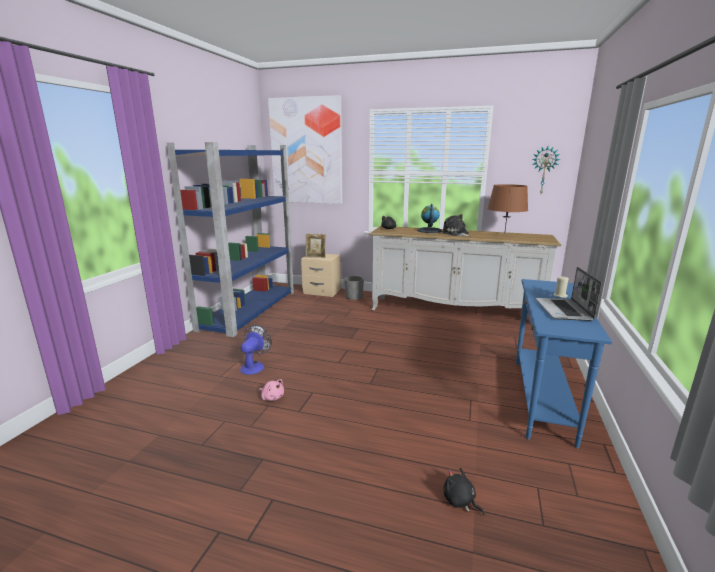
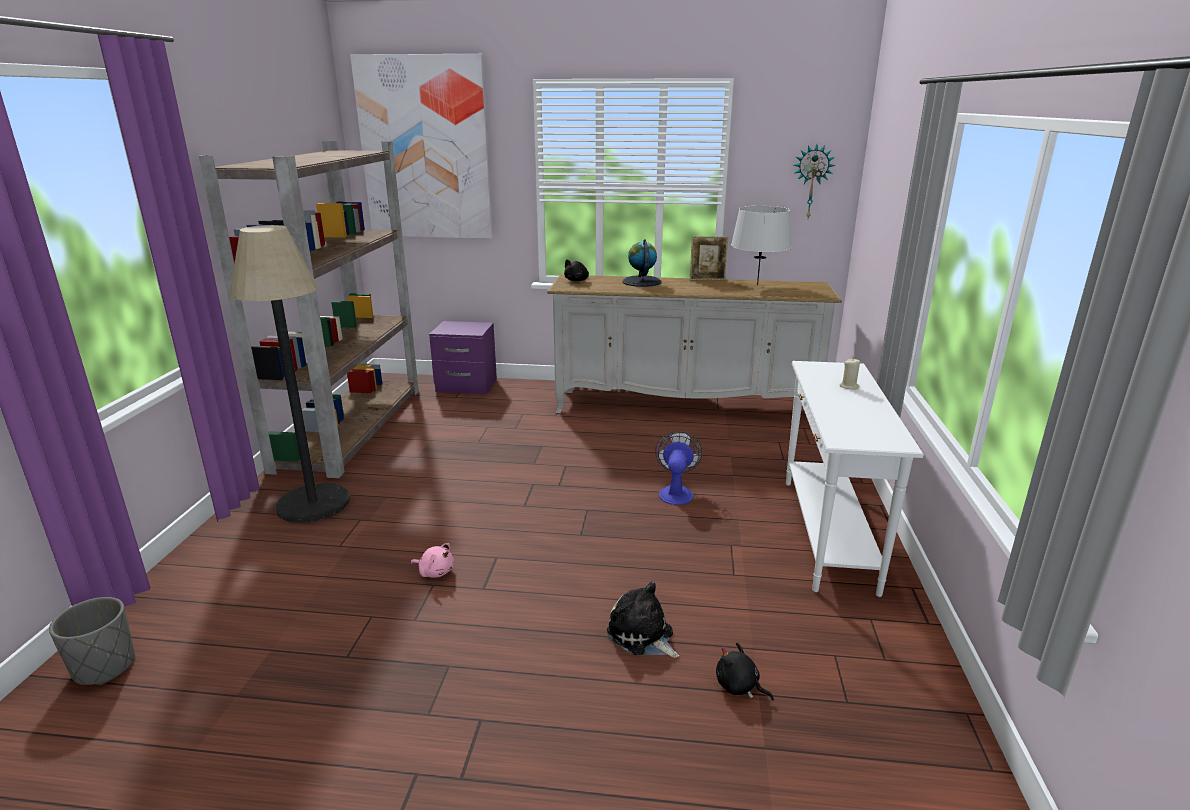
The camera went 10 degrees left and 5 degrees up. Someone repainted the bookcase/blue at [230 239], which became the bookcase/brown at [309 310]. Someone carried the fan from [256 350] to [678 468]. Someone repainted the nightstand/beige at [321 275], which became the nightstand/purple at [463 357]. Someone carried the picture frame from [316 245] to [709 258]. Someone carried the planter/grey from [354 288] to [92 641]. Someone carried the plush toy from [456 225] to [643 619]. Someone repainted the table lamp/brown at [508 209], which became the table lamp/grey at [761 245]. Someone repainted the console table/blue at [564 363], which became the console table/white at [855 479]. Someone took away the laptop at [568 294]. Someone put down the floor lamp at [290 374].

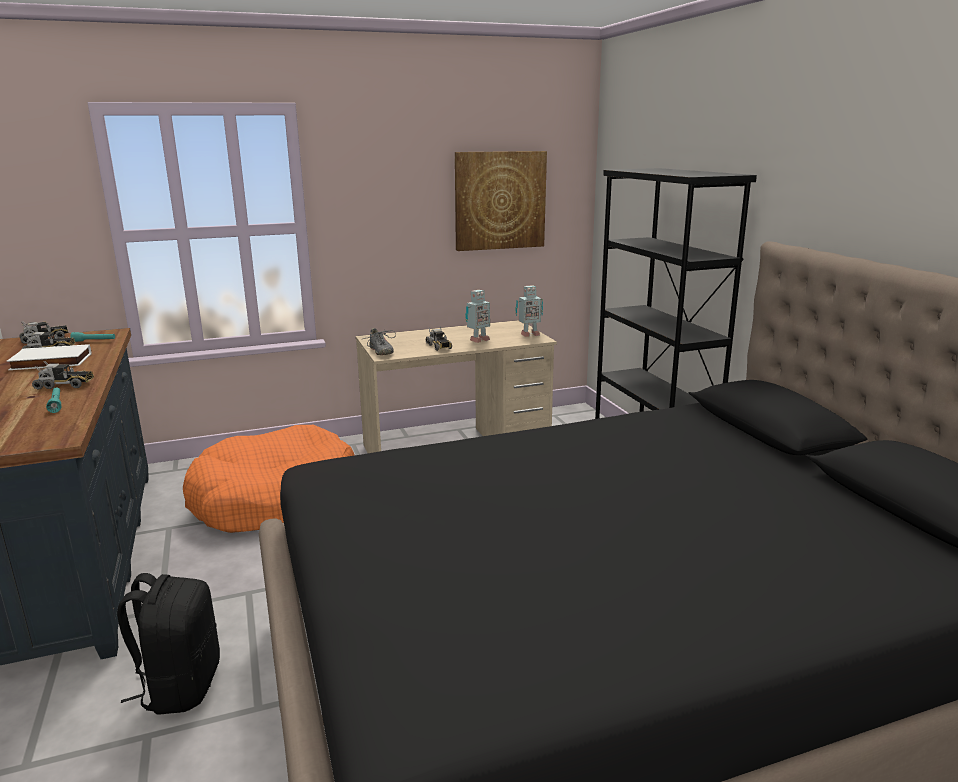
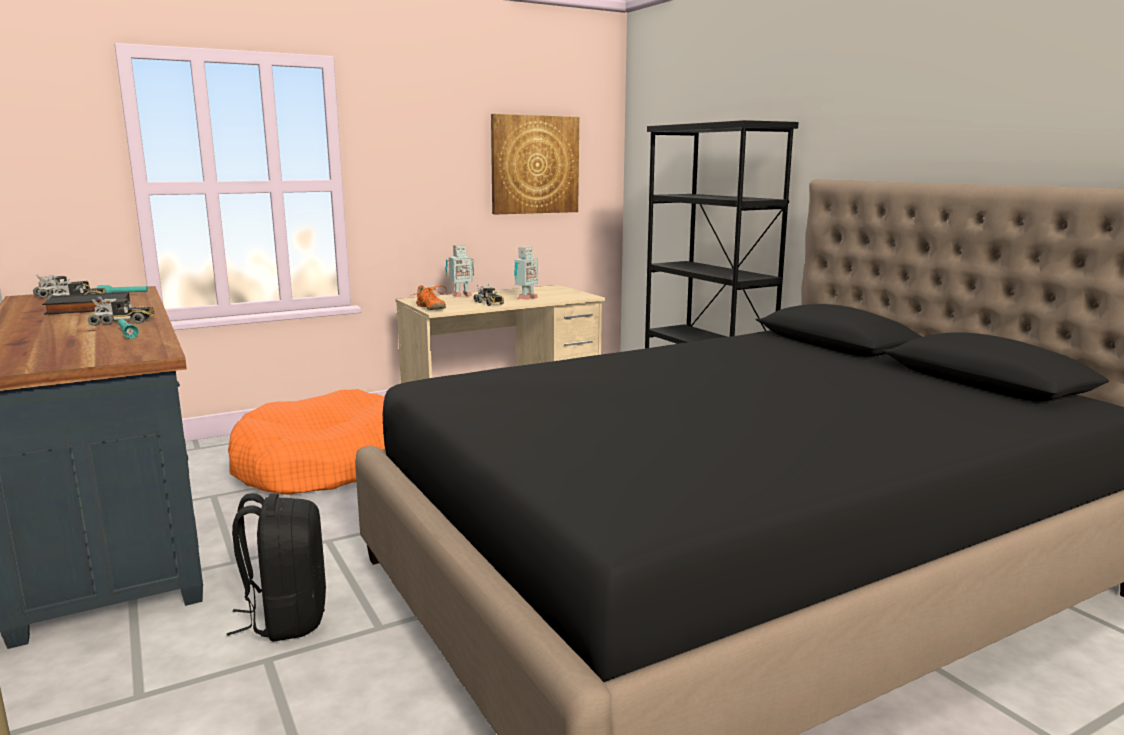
The camera went 10 degrees left and 5 degrees down. Someone repainted the book/white at [49 357], which became the book/black at [86 303]. Someone repainted the shoe/grey at [378 341], which became the shoe/orange at [428 297]. Someone carried the toy robot from [529 311] to [459 271].

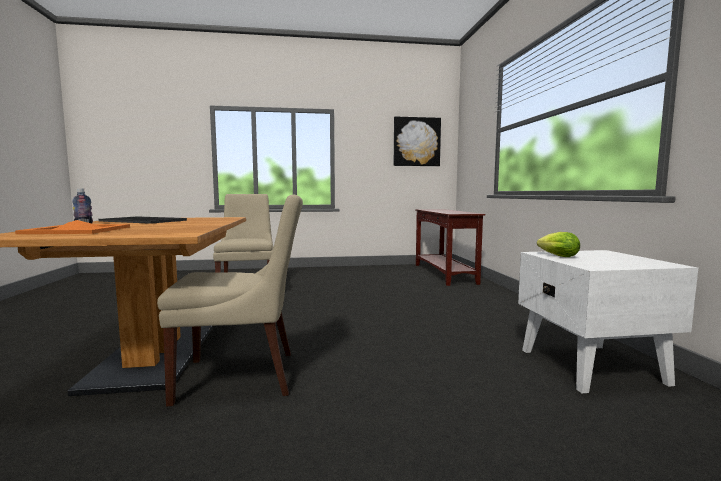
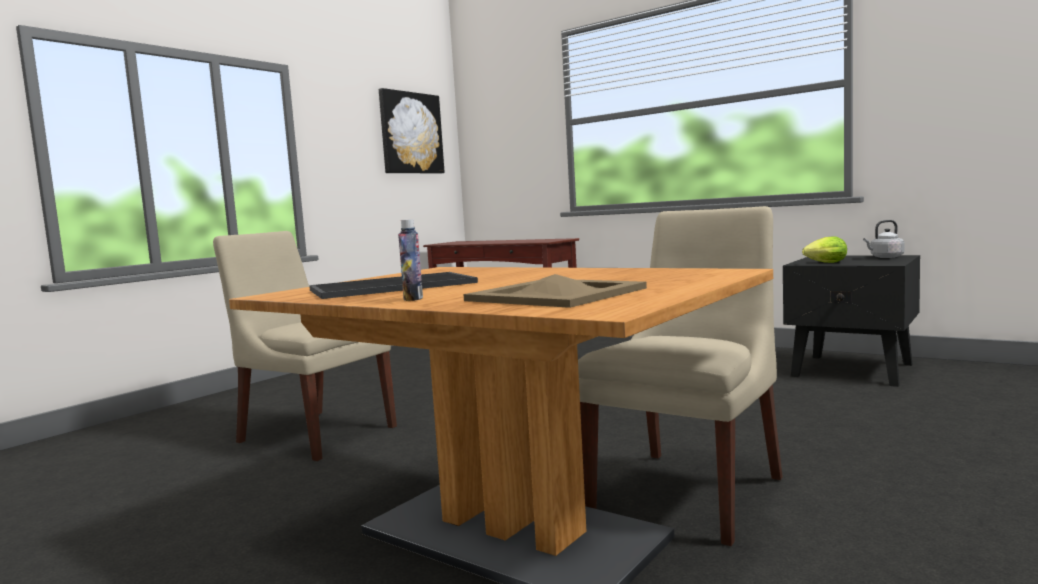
The camera went 45 degrees left and 0 degrees up. Someone repainted the tray/orange at [72 227], which became the tray/beige at [555 291]. Someone repainted the nightstand/white at [608 321], which became the nightstand/black at [851 321]. Someone put down the kettle/grey at [884 239].

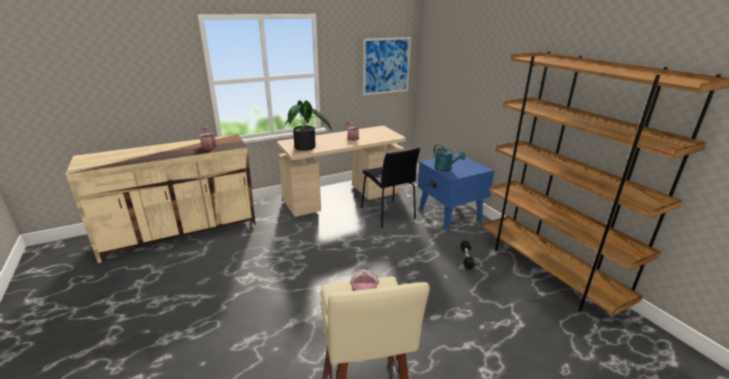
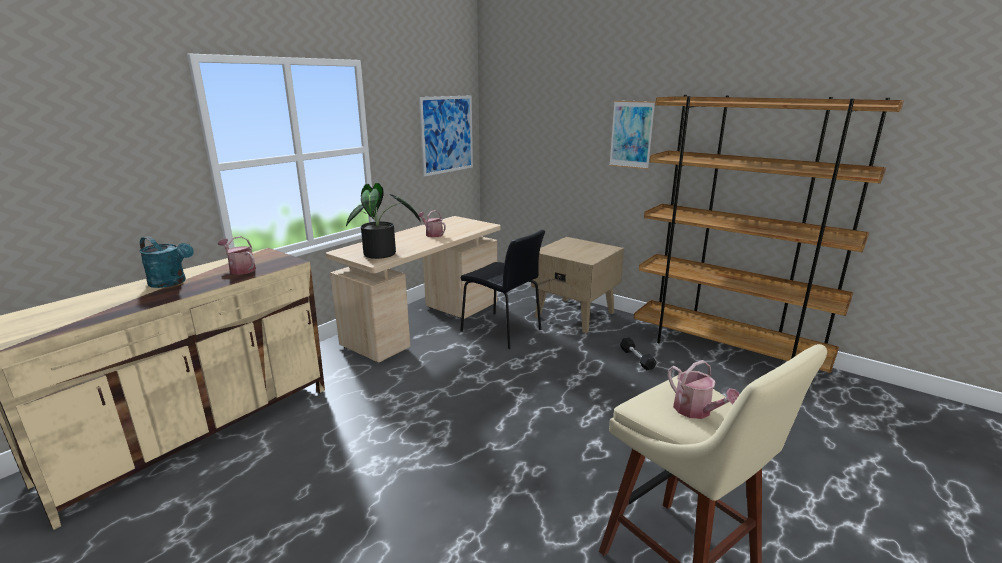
The camera went 25 degrees left and 5 degrees down. Someone repainted the nightstand/blue at [456 192], which became the nightstand/beige at [577 285]. Someone carried the watering can/turquoise from [449 157] to [166 262]. Someone put up the picture at [632 134].

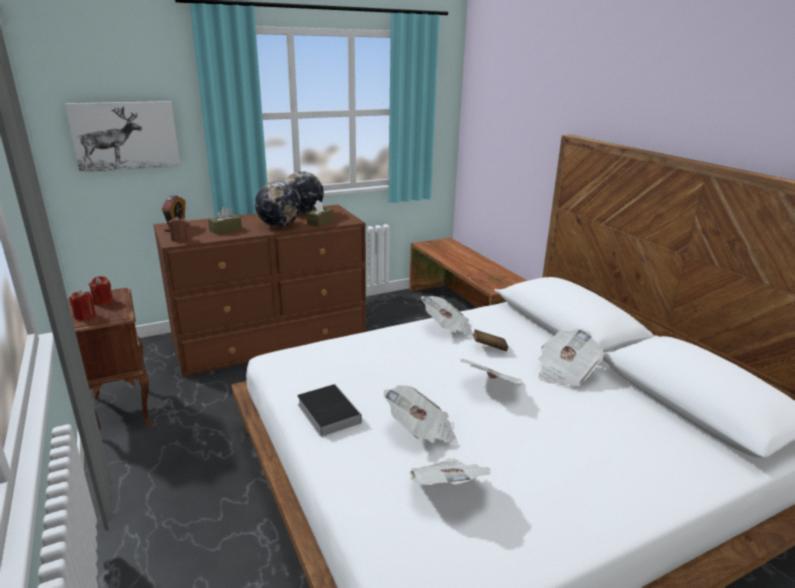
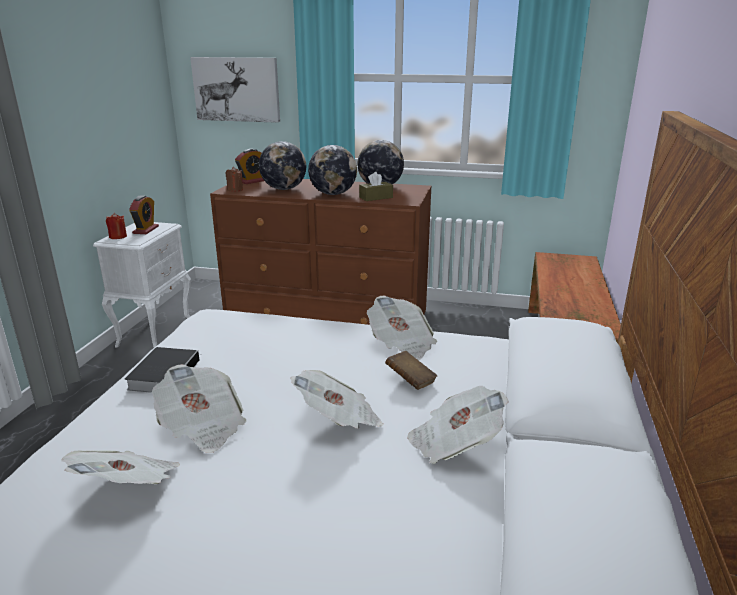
The camera went 40 degrees right and 0 degrees up. Someone repainted the nightstand/brown at [110 359], which became the nightstand/white at [142 285]. Someone swapped the candle/red at [101 291] for the alarm clock at [144 214]. Someone swapped the tissue box/brown at [225 220] for the globe at [282 165].

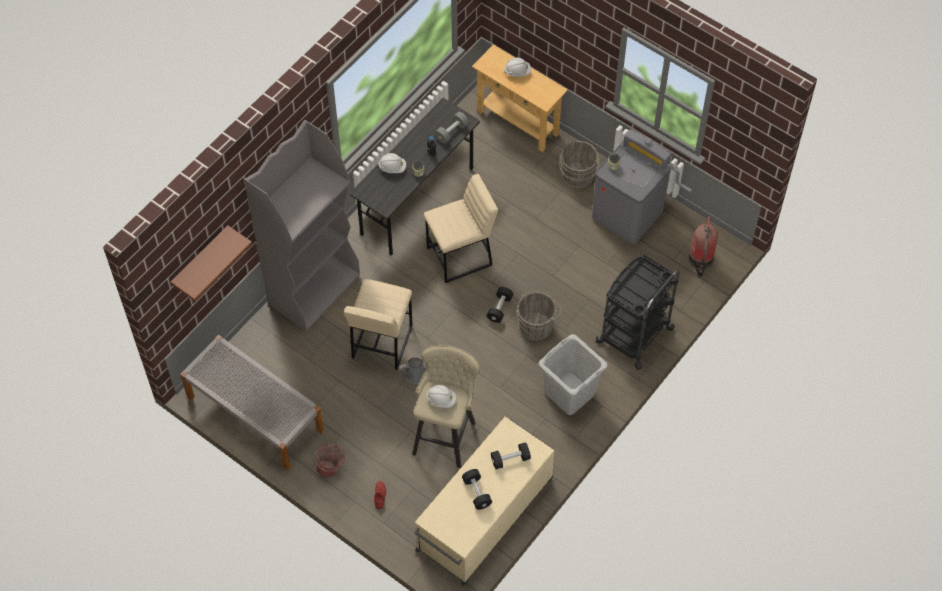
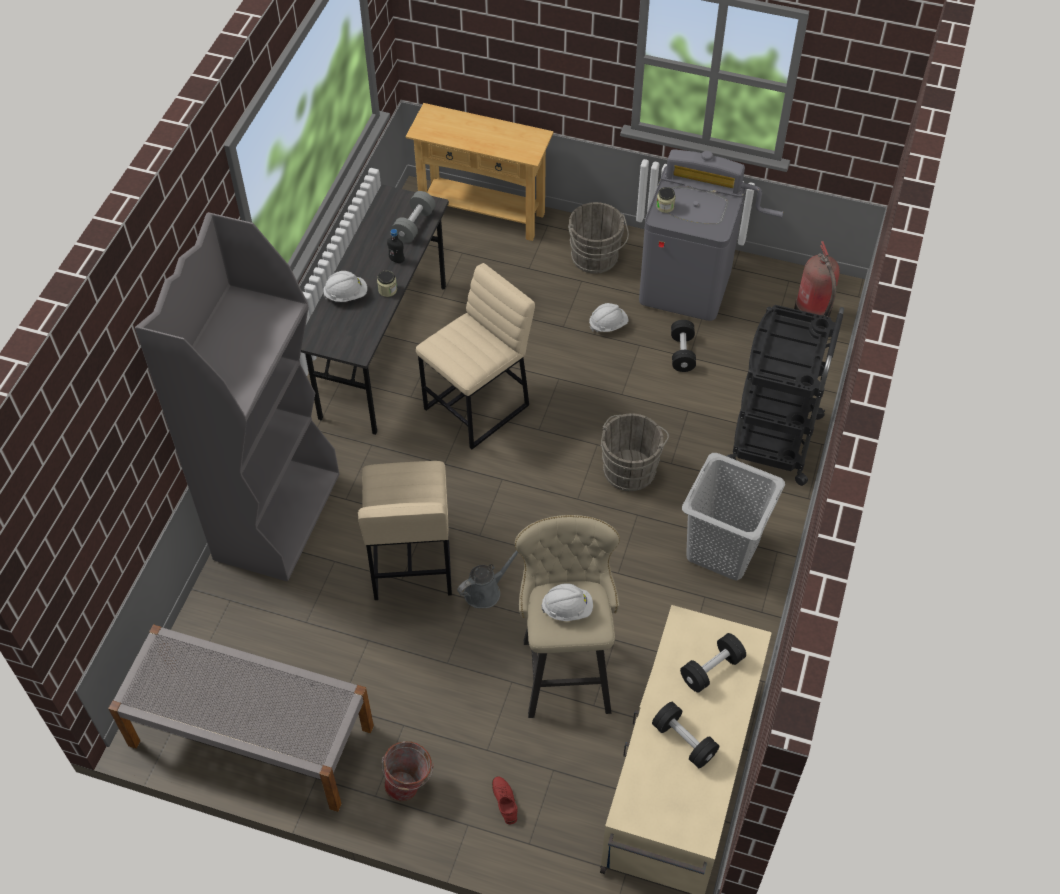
The camera went 20 degrees left and 5 degrees down. Someone took away the shelf/brown at [211 263]. Someone carried the dumbbell/black from [500 305] to [683 346]. Someone carried the hard hat/white from [517 67] to [608 317].

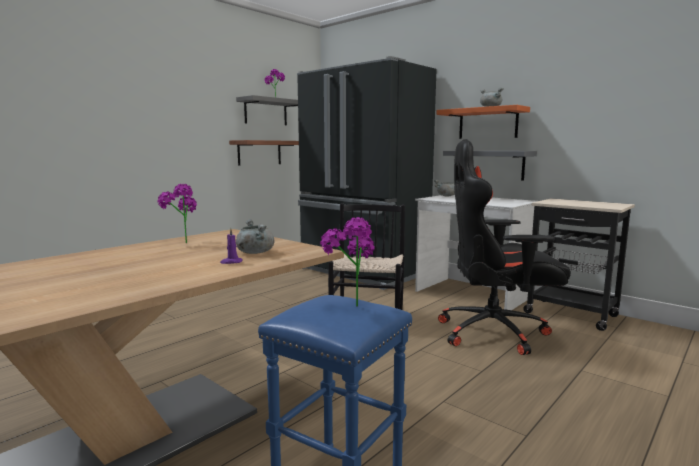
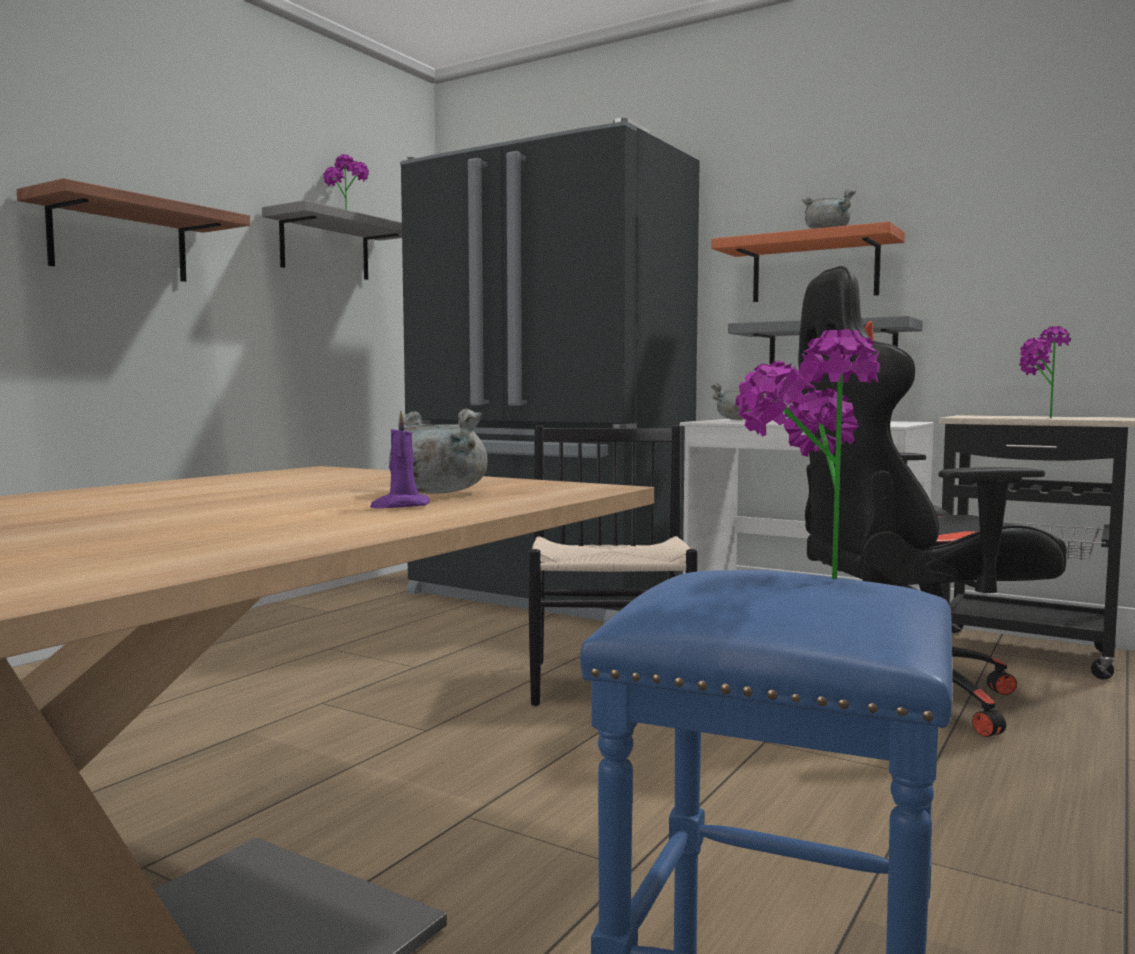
The camera went 10 degrees left and 5 degrees down. Someone carried the potted plant from [177 213] to [1045 372]. Someone carried the shelf from [264 153] to [133 230].

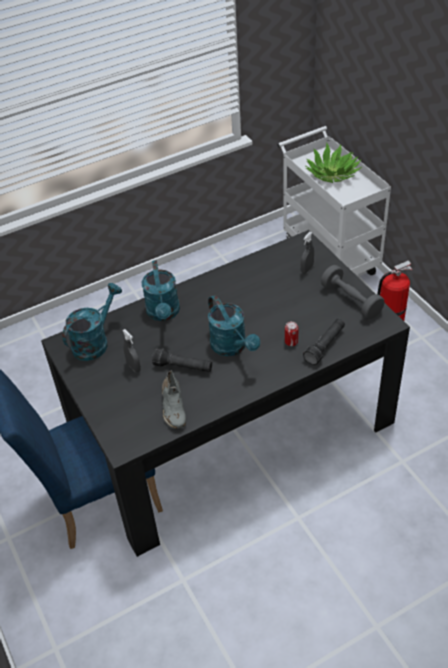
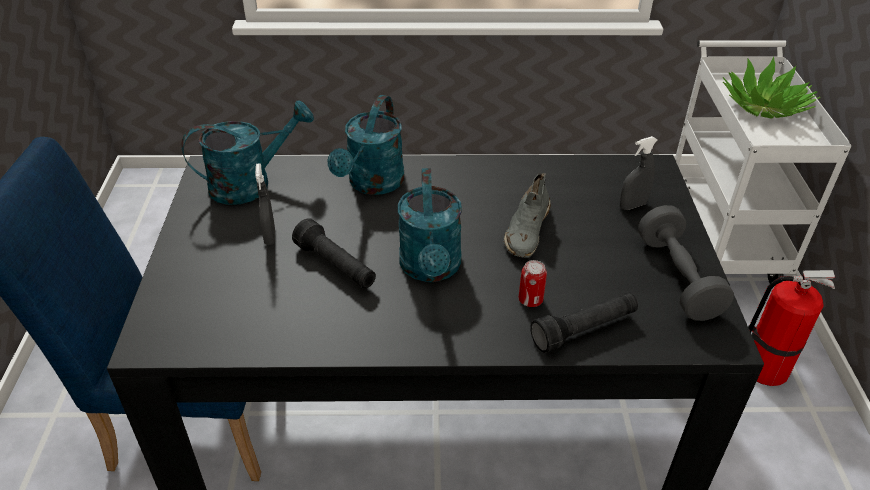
The camera went 25 degrees right and 5 degrees down. Someone carried the shoe/grey from [174 399] to [527 216].

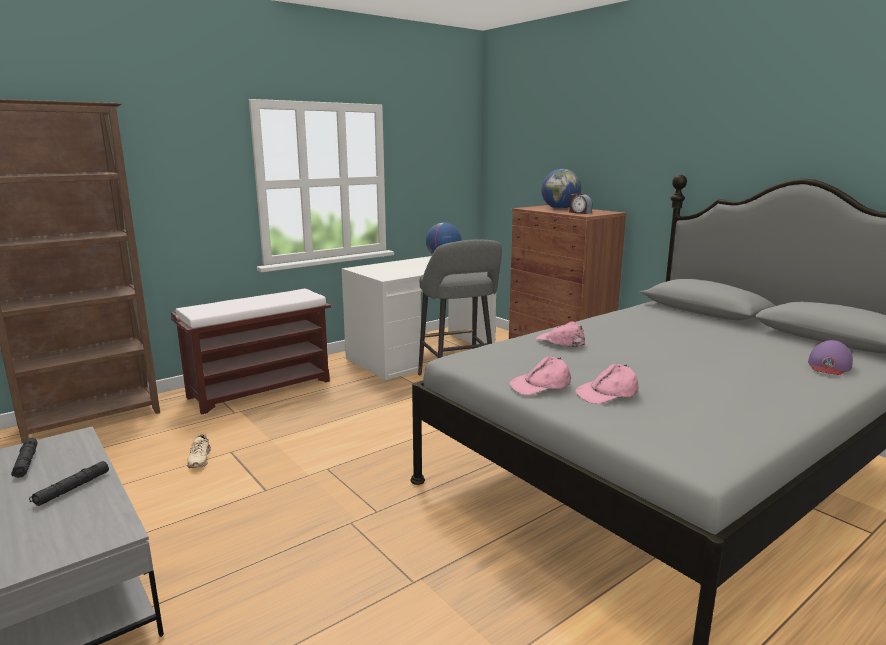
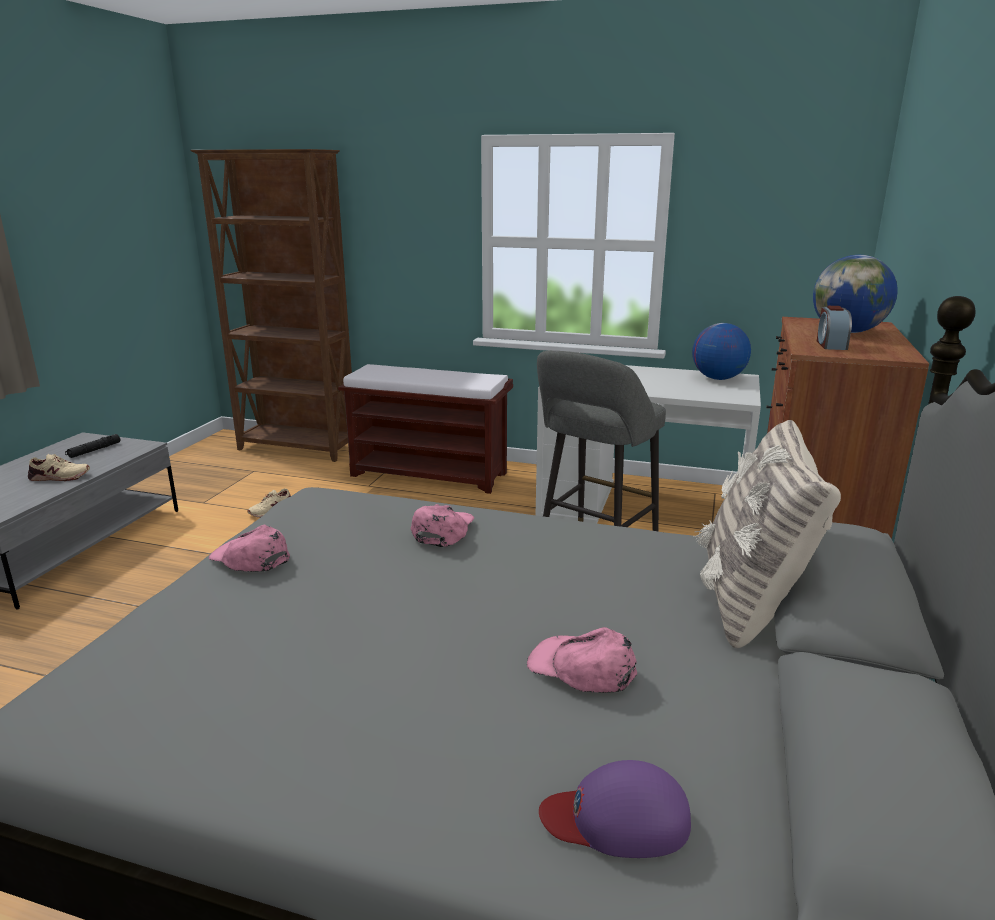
The camera went 55 degrees right and 5 degrees up. Someone swapped the flashlight/black at [69 483] for the shoe/beige at [59 467]. Someone carried the cap/pink from [607 384] to [582 660]. Someone put down the pillow/beige at [767 534].

